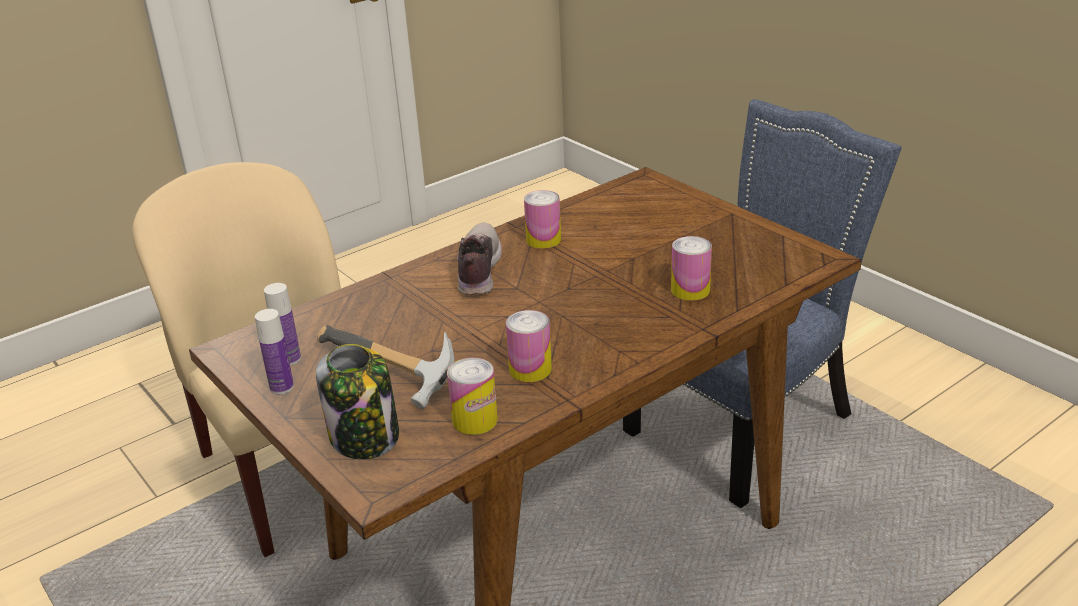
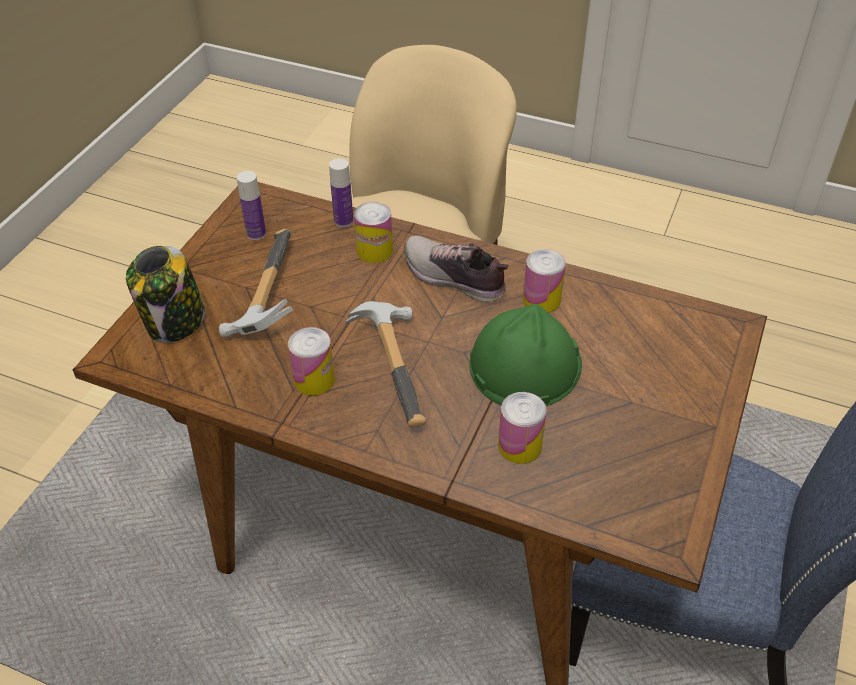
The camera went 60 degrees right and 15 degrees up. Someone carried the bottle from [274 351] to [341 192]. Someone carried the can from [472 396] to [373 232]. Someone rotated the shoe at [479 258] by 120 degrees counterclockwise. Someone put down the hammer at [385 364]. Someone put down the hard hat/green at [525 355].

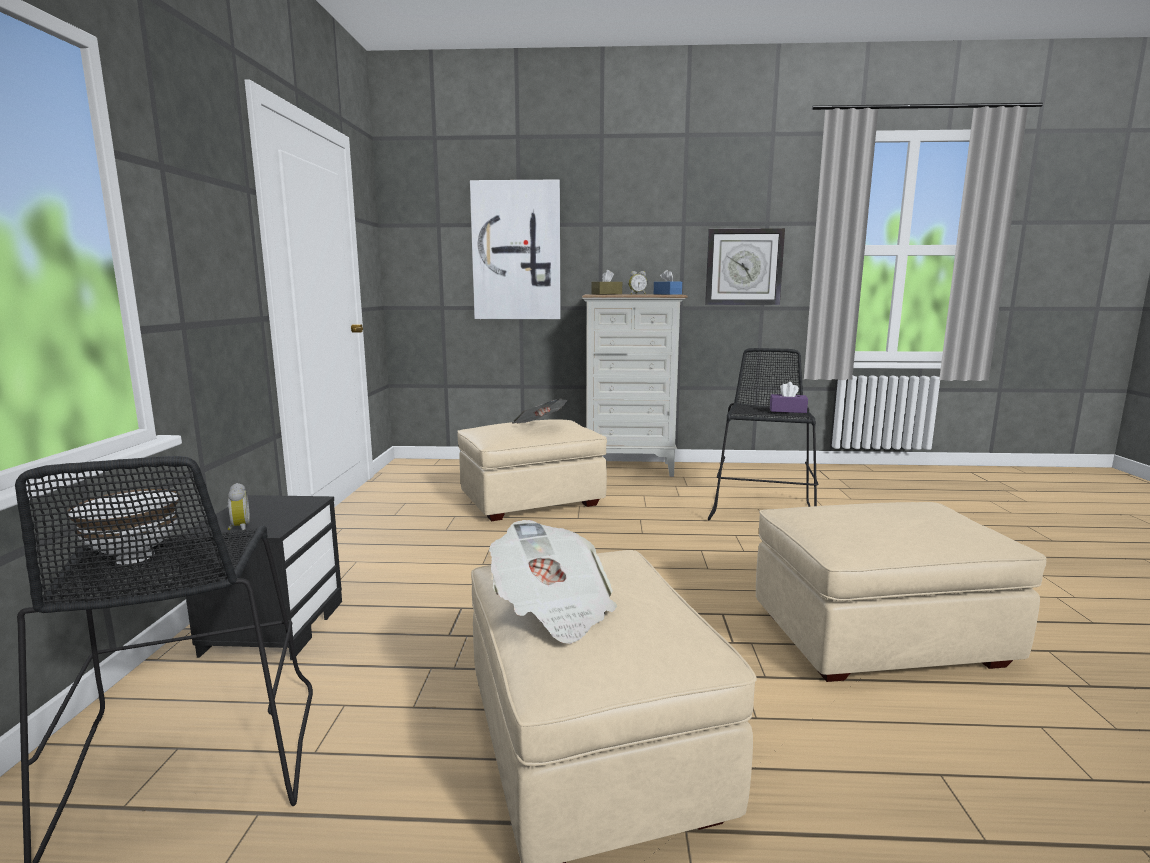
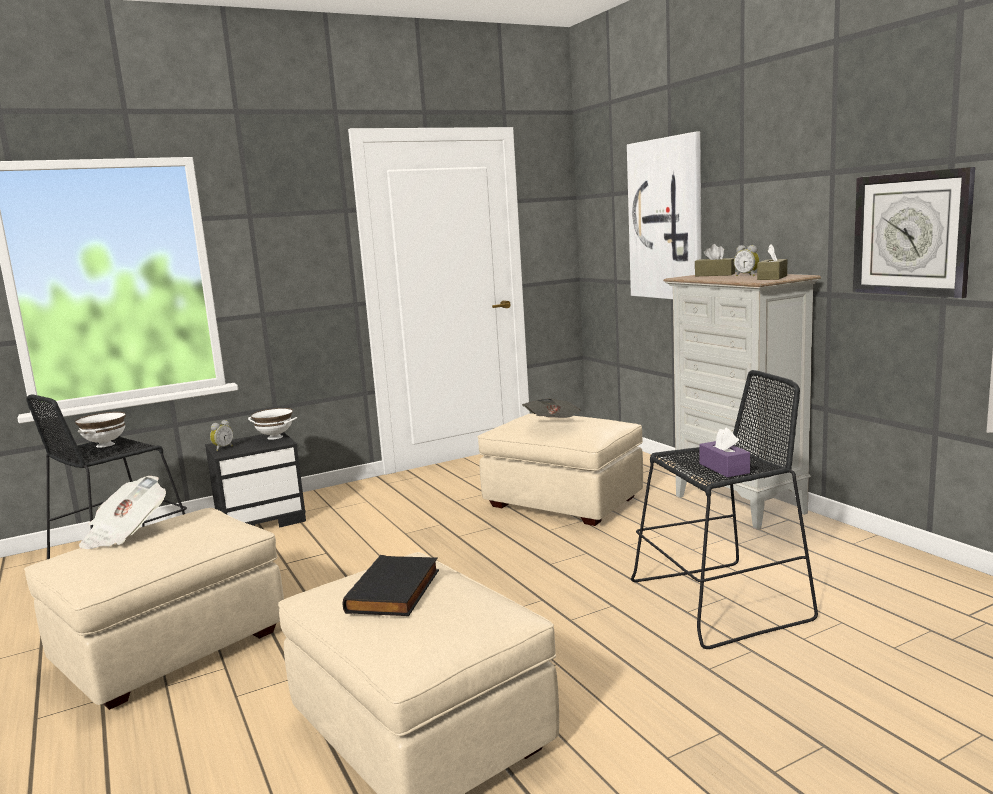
The camera went 60 degrees right and 0 degrees up. Someone repainted the tissue box/blue at [668 282], which became the tissue box/brown at [772 262]. Someone put down the bowl/white at [272 424]. Someone put down the book/black at [390 585].

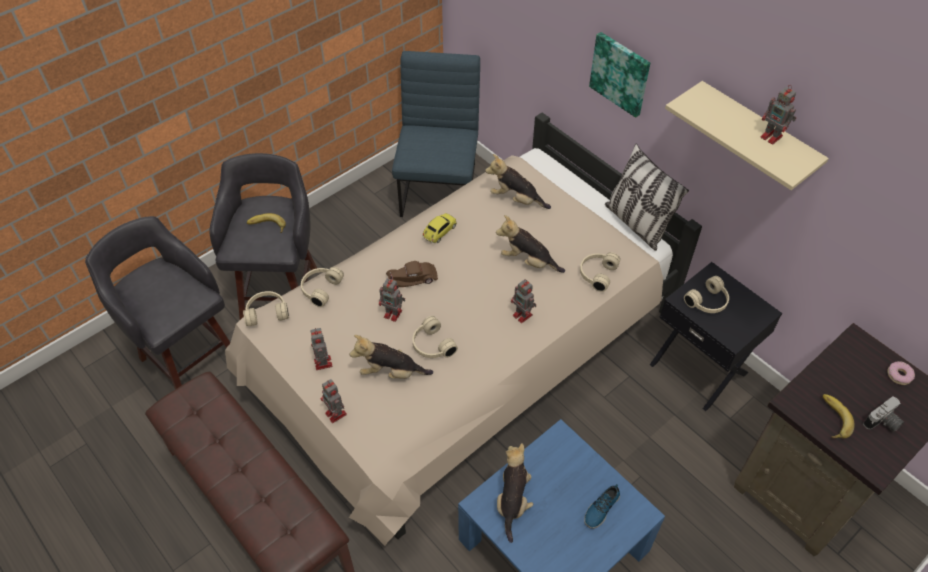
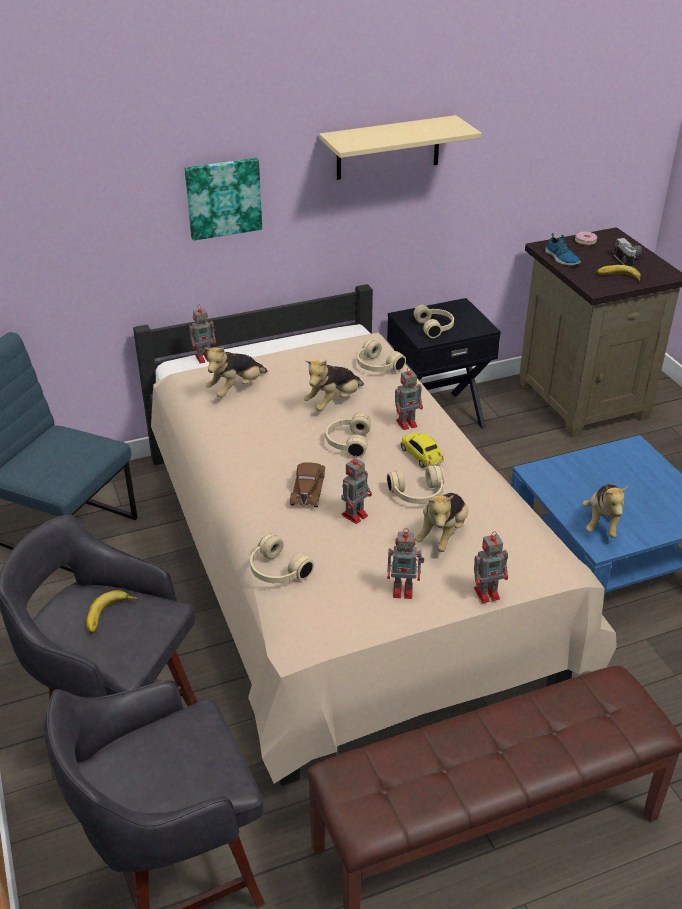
The camera went 70 degrees left and 15 degrees down. Someone carried the headphones/beige from [266 308] to [348 435]. Someone carried the toy car from [439 228] to [422 450]. Someone rotated the plush toy at [515 493] by 105 degrees counterclockwise. Someone carried the shoe from [602 506] to [563 249]. Someone took away the pillow at [647 197]. Someone carried the toy robot from [778 115] to [202 334].

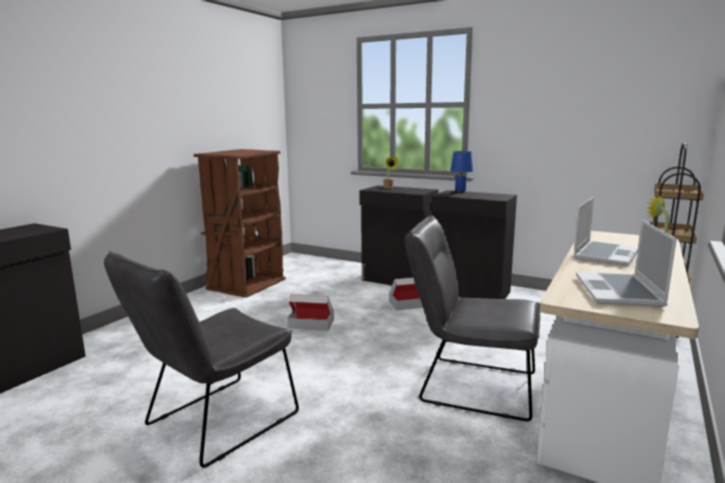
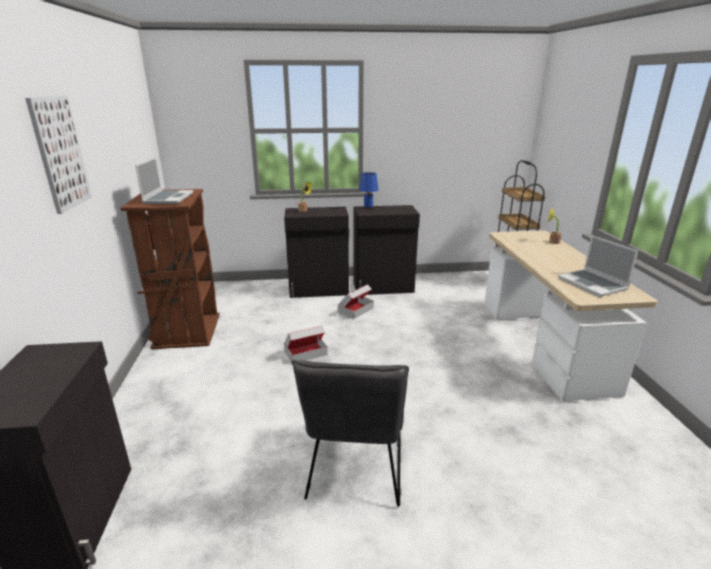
The camera went 35 degrees left and 10 degrees up. Someone took away the chair/grey at [472 318]. Someone carried the laptop from [605 231] to [164 180]. Someone put up the picture at [58 154].

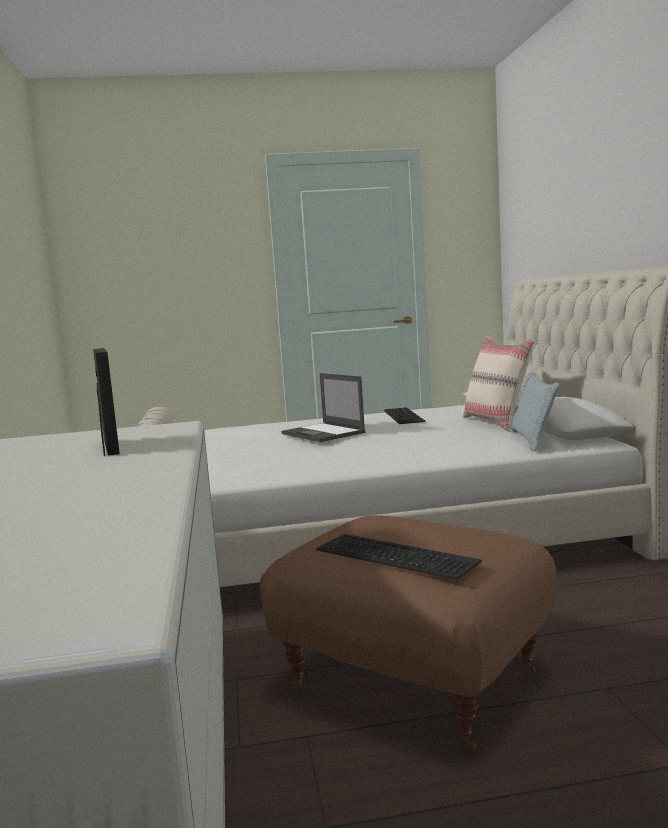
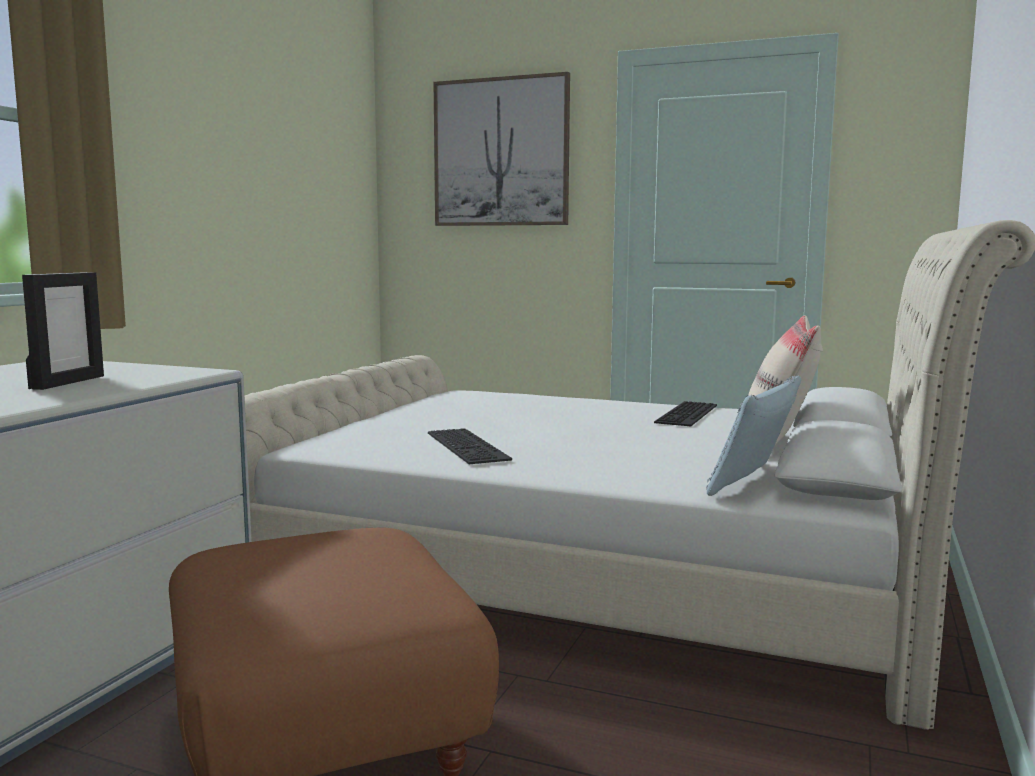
The camera went 30 degrees right and 0 degrees up. Someone took away the laptop at [323 407]. Someone carried the keyboard from [399 557] to [470 446]. Someone put up the picture at [501 149].

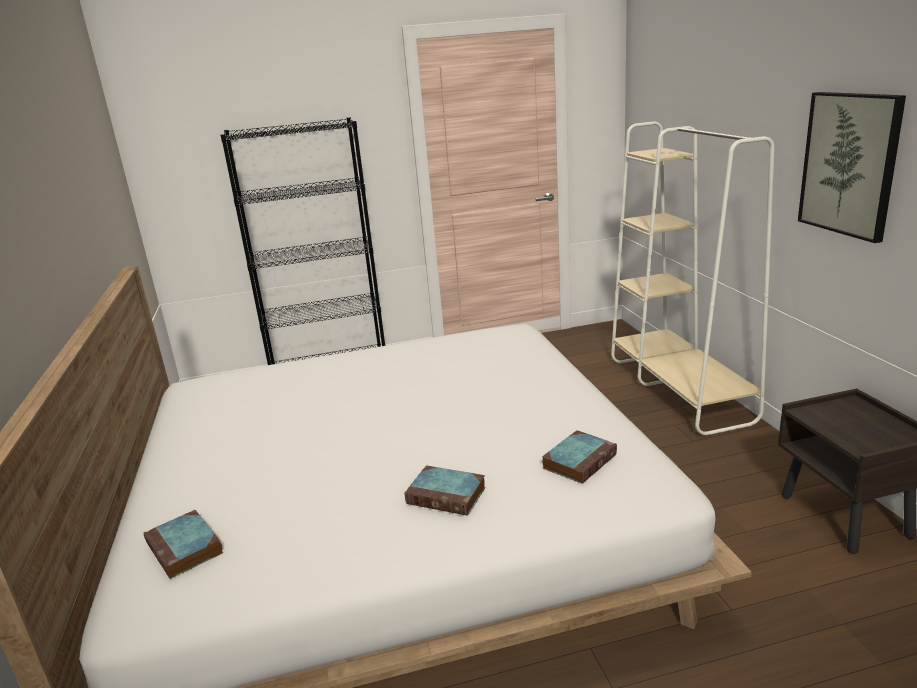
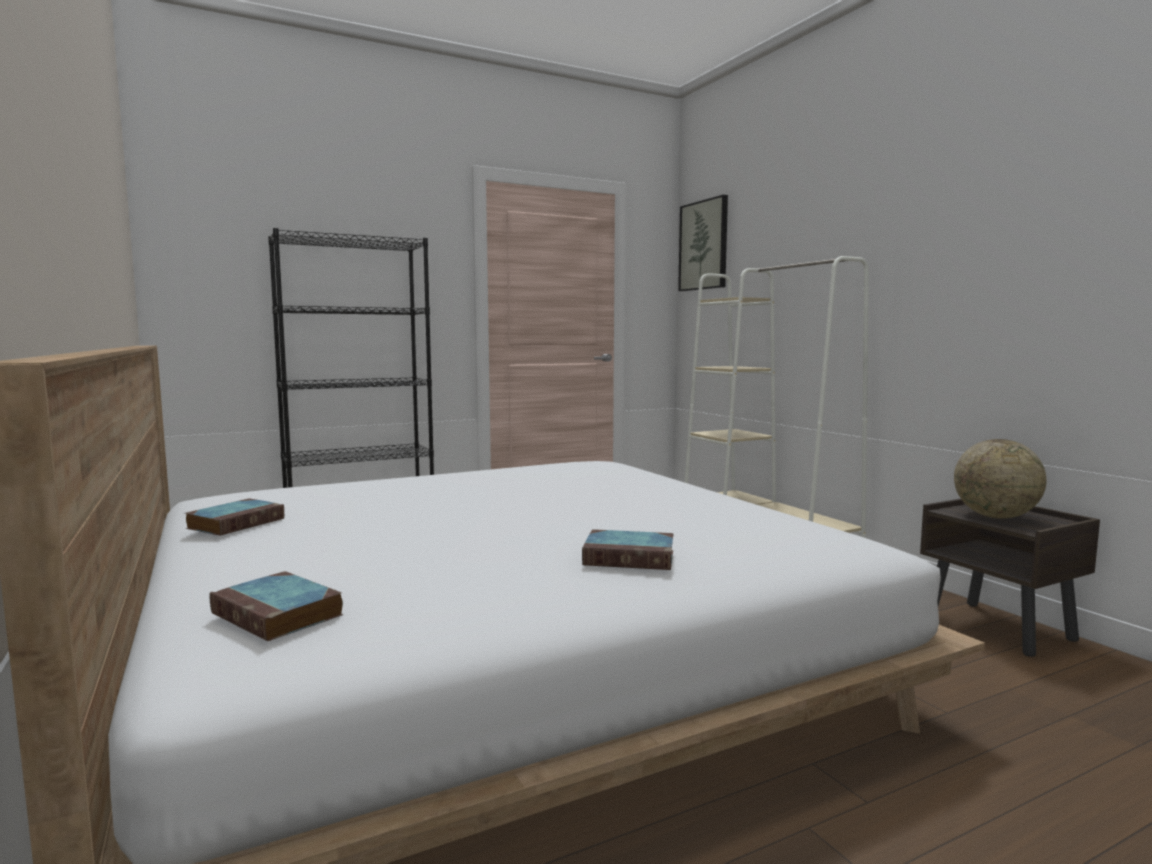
The camera went 15 degrees left and 15 degrees down. Someone carried the book from [579 457] to [234 517]. Someone carried the picture from [852 167] to [703 243]. Someone put down the globe at [1000 479].

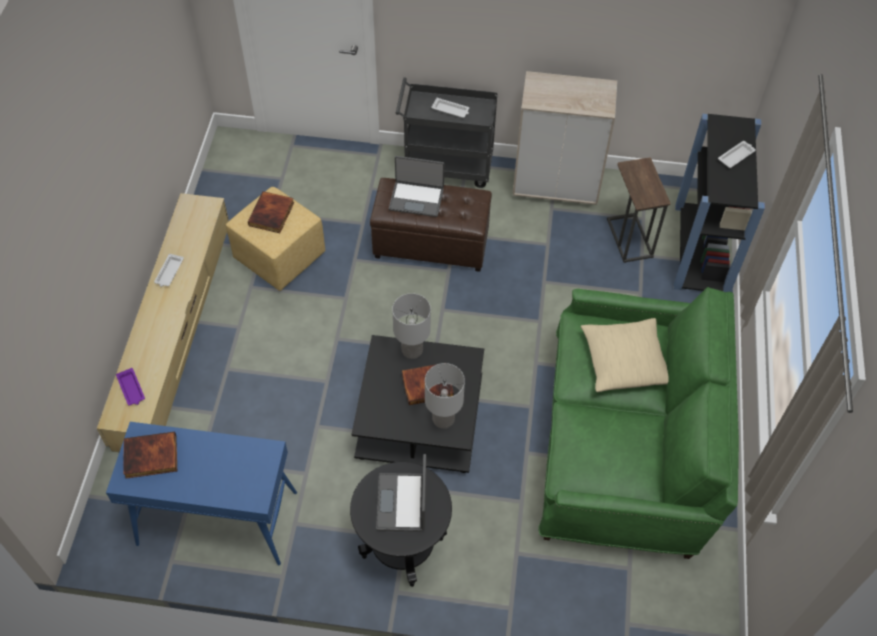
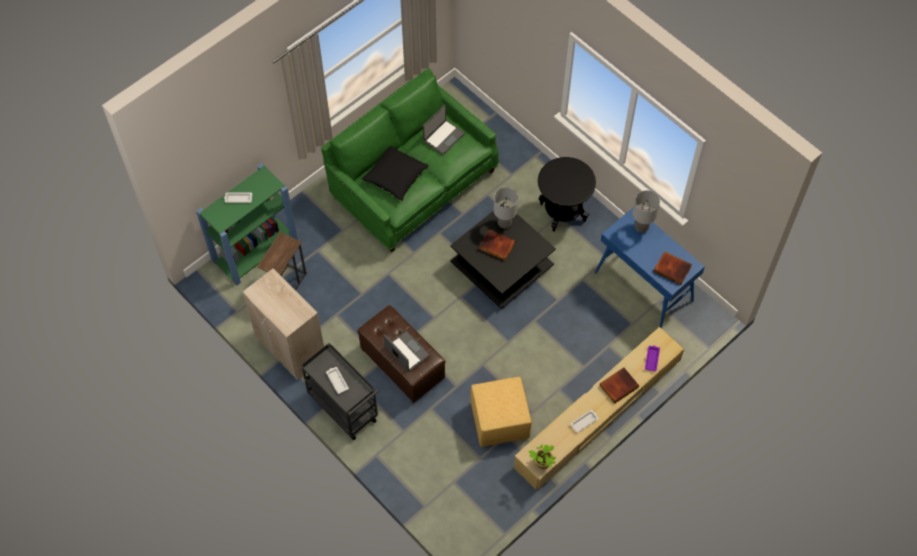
The camera went 140 degrees left and 5 degrees up. Someone carried the book from [271 212] to [619 385]. Someone carried the laptop from [401 493] to [444 130]. Someone carried the table lamp/grey from [411 326] to [646 211]. Someone repainted the pillow/beige at [625 355], which became the pillow/black at [395 173]. Someone repainted the bookcase/black at [719 203], which became the bookcase/green at [247 224]. Someone put down the potted plant at [542 457].

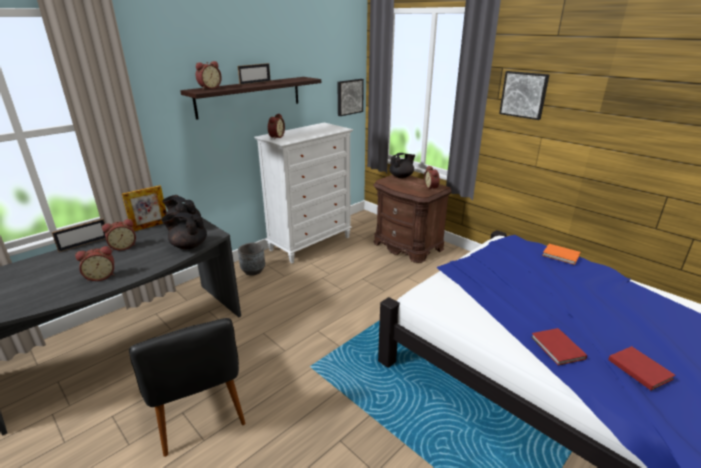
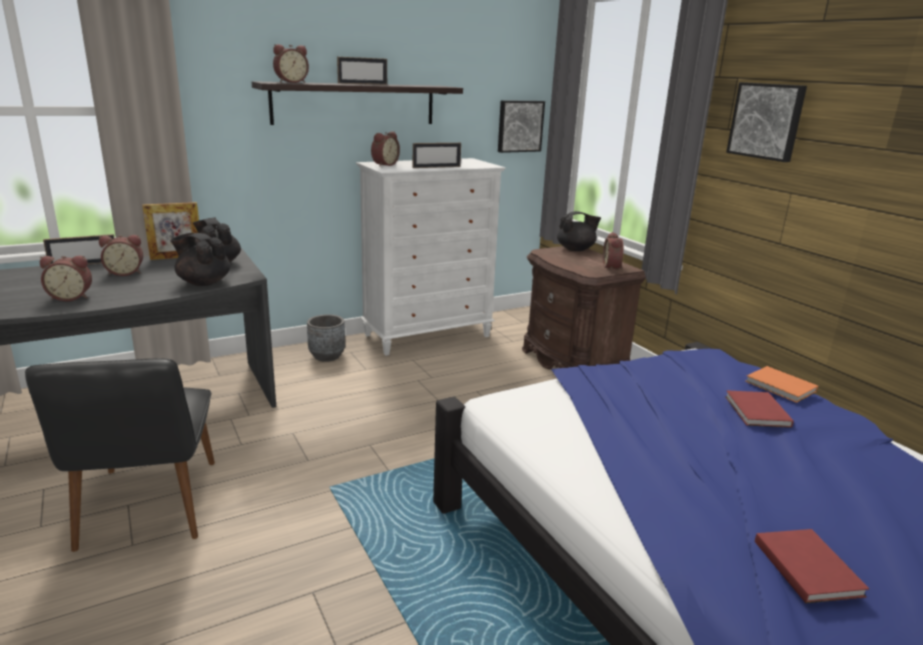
The camera went 15 degrees right and 5 degrees down. Someone carried the book/red from [559 346] to [759 409]. Someone put down the picture frame at [436 155].

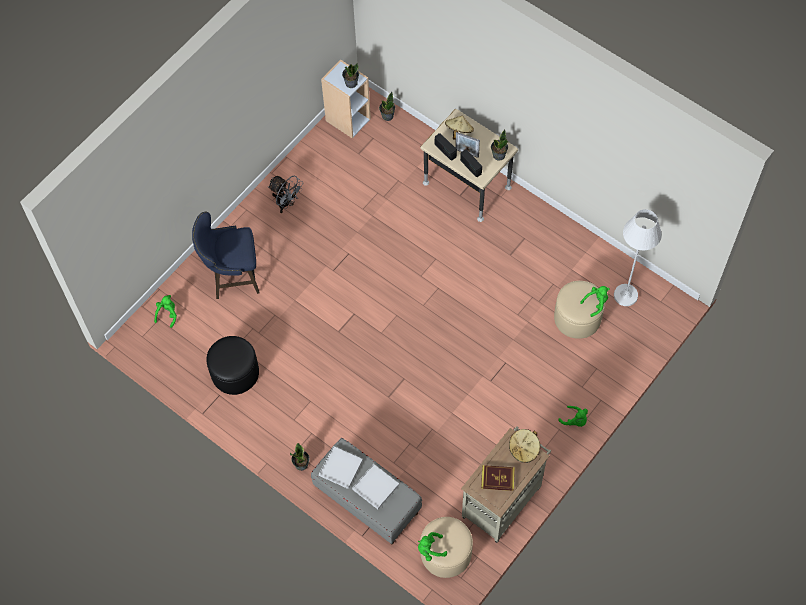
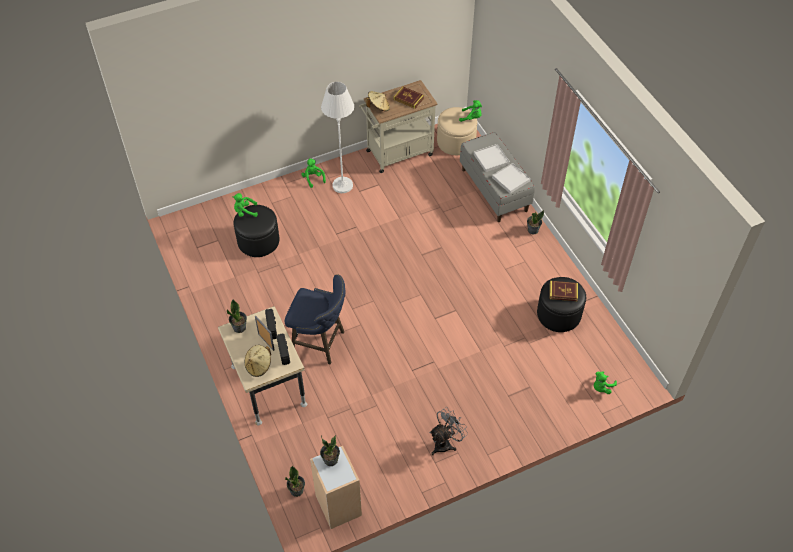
The camera went 155 degrees left and 10 degrees down. Someone carried the stool/blue from [225 255] to [314 319]. Someone rotated the fan/grey at [285 194] by 75 degrees clockwise. Someone repainted the ottoman/beige at [579 310], which became the ottoman/black at [256 231]. Someone carried the floor lamp/white from [638 257] to [337 137]. Someone put down the book at [564 291].

